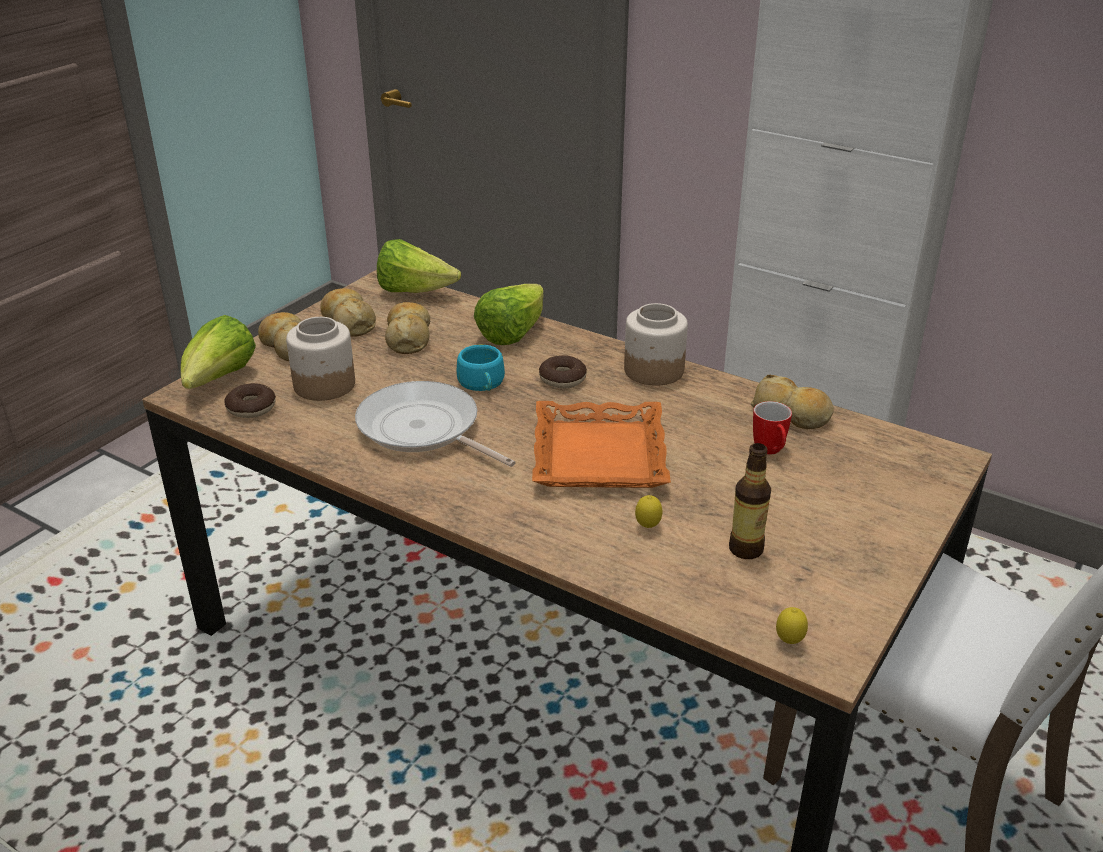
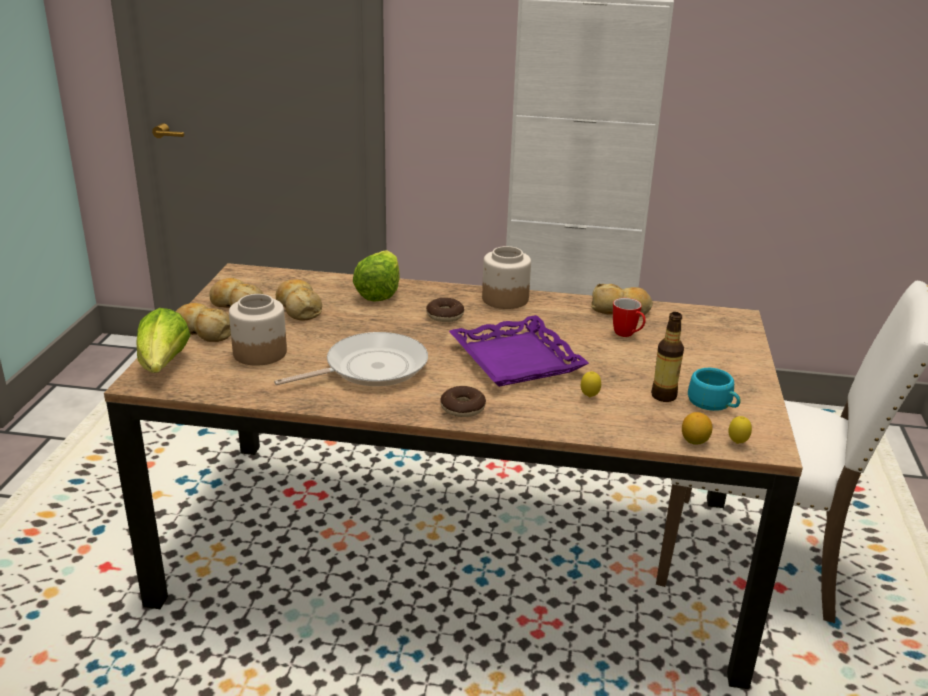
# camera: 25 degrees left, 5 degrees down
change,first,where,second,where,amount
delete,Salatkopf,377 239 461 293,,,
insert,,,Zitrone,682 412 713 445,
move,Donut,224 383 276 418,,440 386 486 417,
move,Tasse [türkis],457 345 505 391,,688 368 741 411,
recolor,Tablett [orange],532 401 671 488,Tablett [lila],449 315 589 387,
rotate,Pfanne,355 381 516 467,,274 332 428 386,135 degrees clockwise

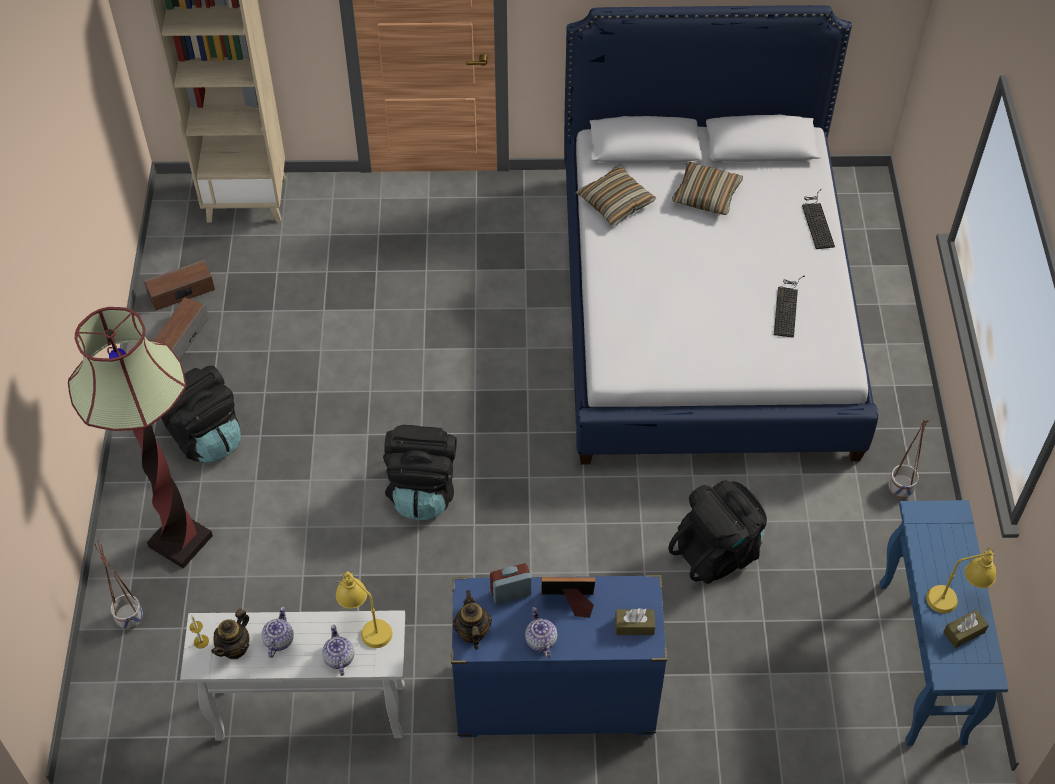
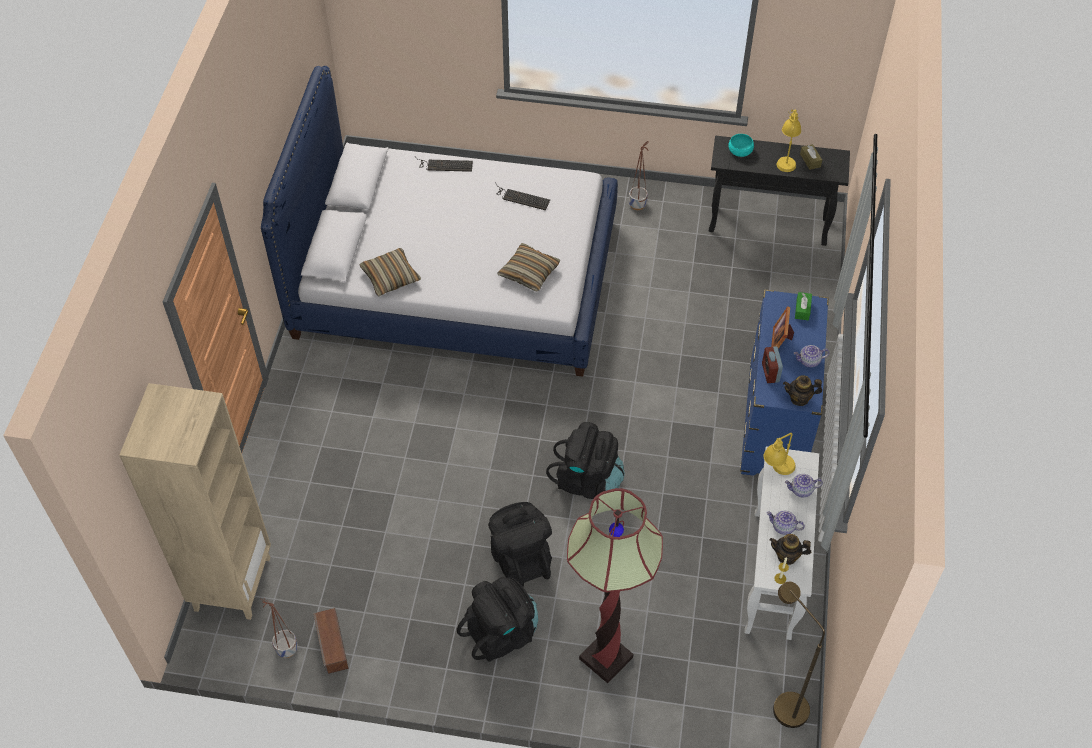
# camera: 80 degrees left, 0 degrees up
change,first,where,second,where,amount
delete,Lautsprecher,153 297 209 360,,,
insert,,,Schüssel [türkis],728 134 754 157,
insert,,,Stehlampe [braun],773 582 825 728,
move,Pflanzkübel,94 540 143 629,,261 599 298 658,
move,Rucksack [schwarz],668 480 767 584,,488 502 552 587,
move,Kissen,672 162 743 215,,497 243 561 291,
recolor,Taschentuchbox [braun],615 608 655 635,Taschentuchbox [grün],795 292 812 320,
recolor,Konsolentisch [blau],880 500 1009 746,Konsolentisch [schwarz],709 136 850 246,
rotate,Teekanne,211 609 249 659,,769 534 811 565,150 degrees clockwise

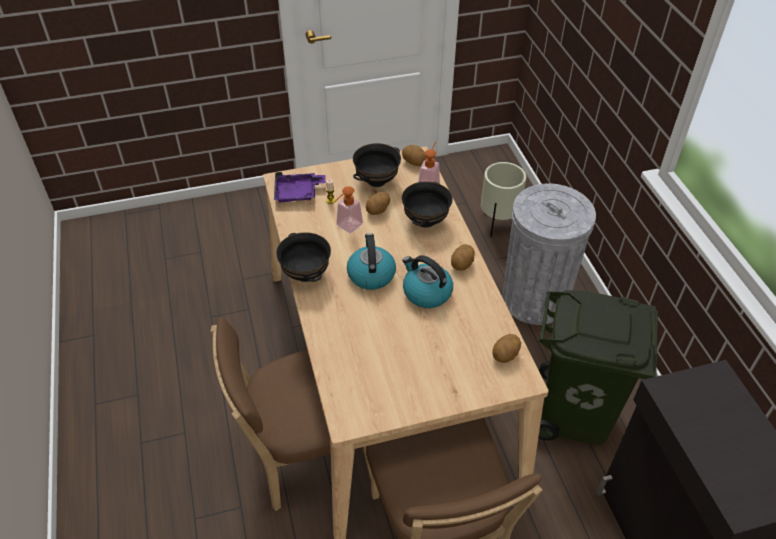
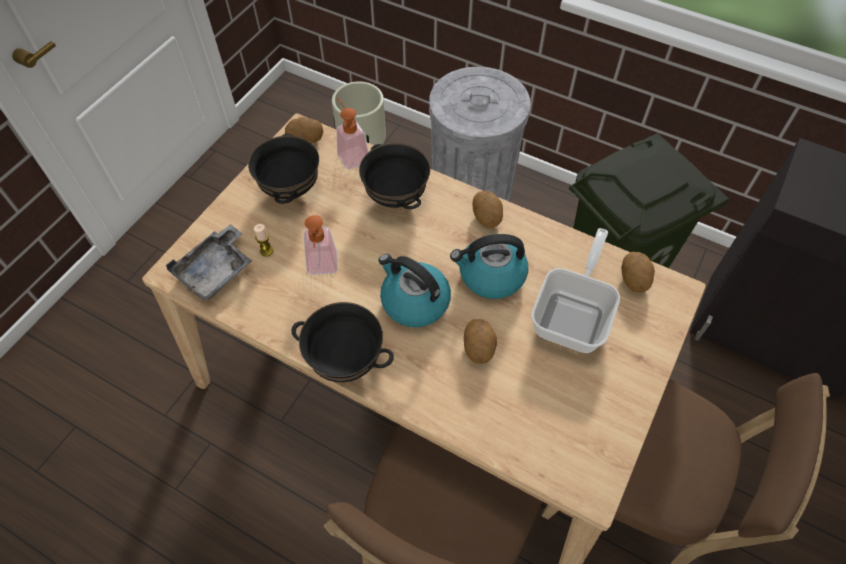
# camera: 45 degrees left, 10 degrees up
change,first,where,second,where,amount
insert,,,Pfanne,531 228 620 353,
move,Kartoffel,366 192 390 215,,464 319 497 364,
recolor,Tablett [lila],274 172 326 203,Tablett [grau],166 224 252 302,

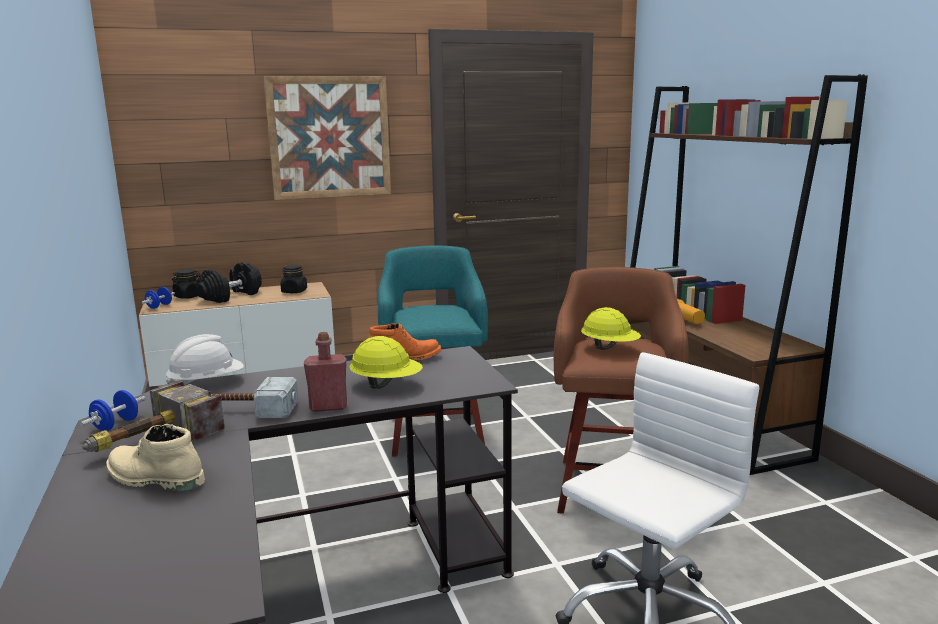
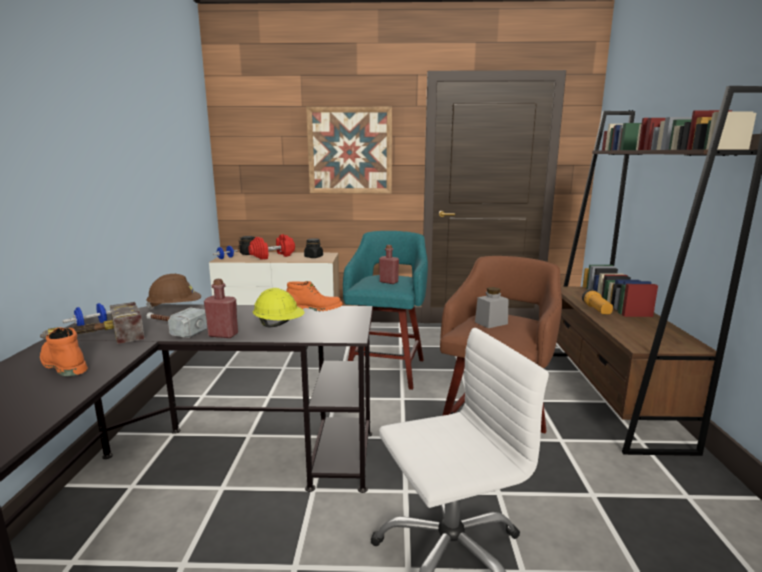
# camera: 20 degrees right, 0 degrees up
change,first,where,second,where,amount
insert,,,Flasche [rot],379 245 399 284,
replace,Schutzhelm [gelb],581 307 641 350,Vorratsglas [grau],475 287 509 328,
recolor,Stiefel [beige],107 424 205 491,Stiefel [orange],40 328 88 377,
recolor,Schutzhelm [weiß],166 334 244 385,Schutzhelm [braun],146 274 201 309,
recolor,Hantel [schwarz],196 262 262 303,Hantel [rot],248 234 295 260,

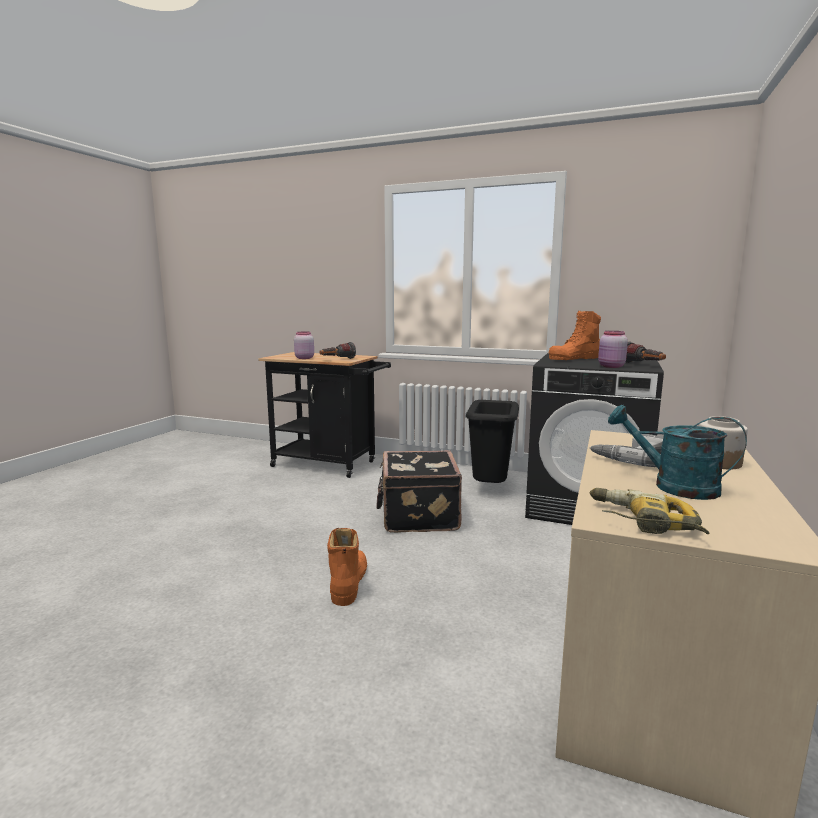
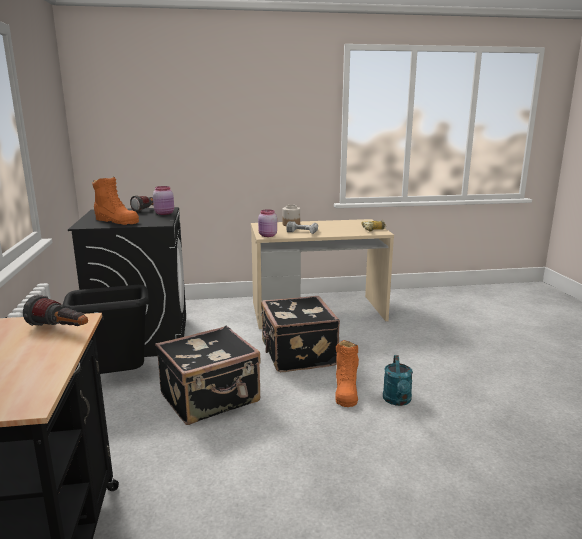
# camera: 120 degrees left, 5 degrees up
change,first,where,second,where,amount
insert,,,Koffer [schwarz],260 296 340 372,
move,Vorratsglas [rosa],294 332 314 359,,258 209 277 237,
move,Gießkanne [türkis],608 405 747 500,,383 355 413 406,
rotate,Stiefel [orange],327 528 367 606,,335 340 359 407,60 degrees counterclockwise

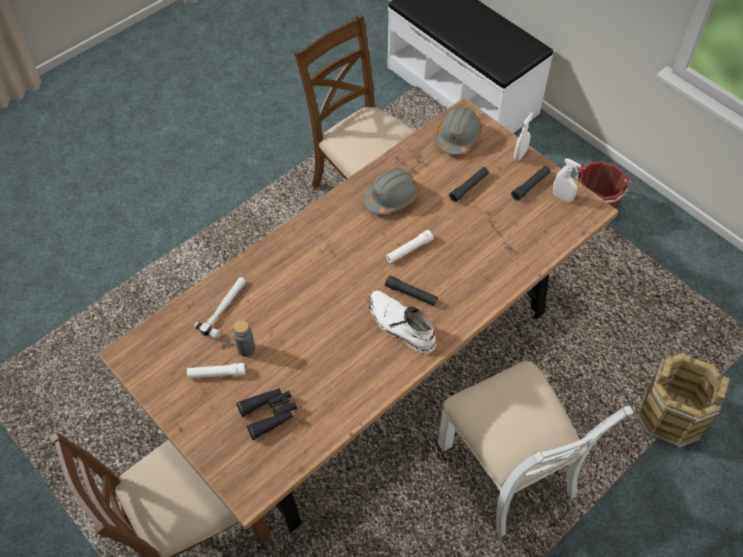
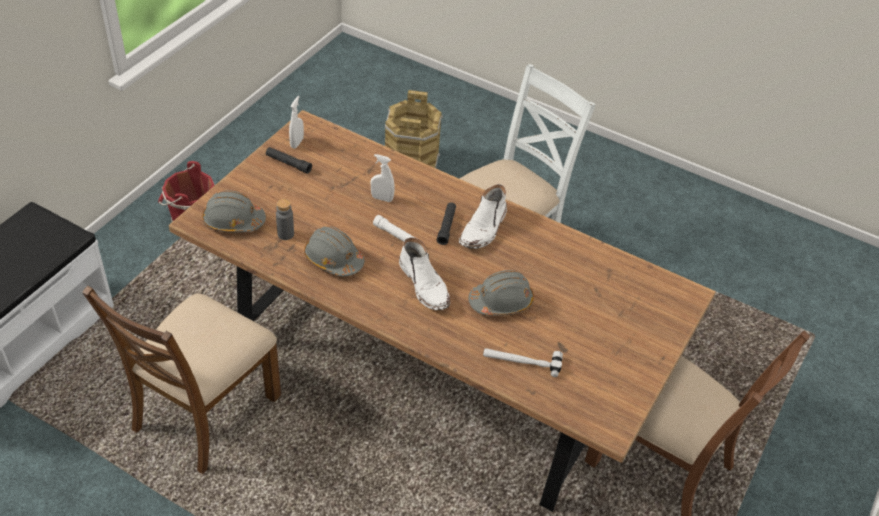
# camera: 110 degrees left, 10 degrees down
change,first,where,second,where,amount
delete,Taschenlampe [weiß],187 363 245 378,,,
delete,Fernglas [schwarz],236 388 297 440,,,
delete,Taschenlampe [schwarz],449 167 489 202,,,
insert,,,Stiefel [weiß],399 237 450 310,
insert,,,Schutzhelm [grau],468 270 534 316,
move,Flasche [grau],234 320 255 357,,276 199 294 240,
move,Sprühflasche [weiß],514 112 533 161,,371 154 395 202,

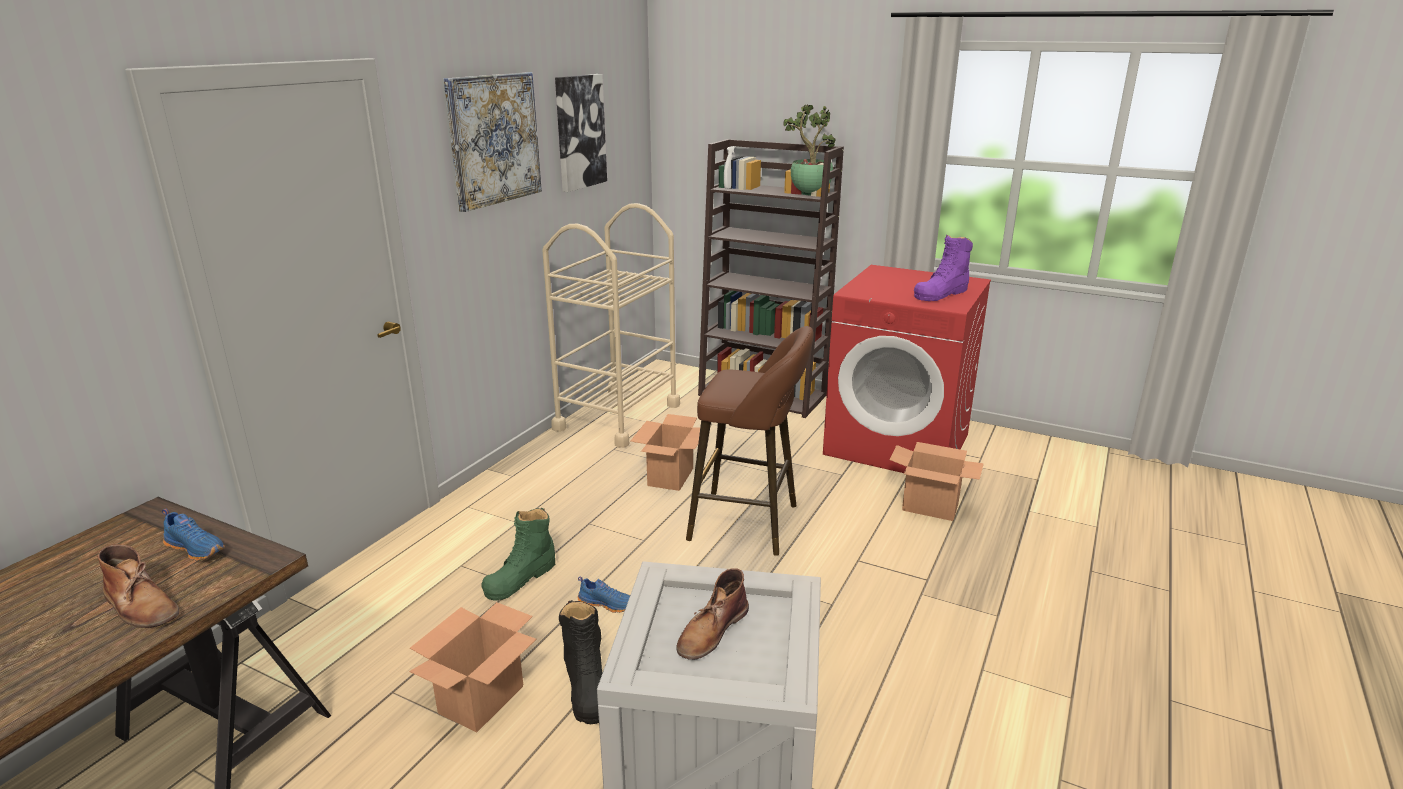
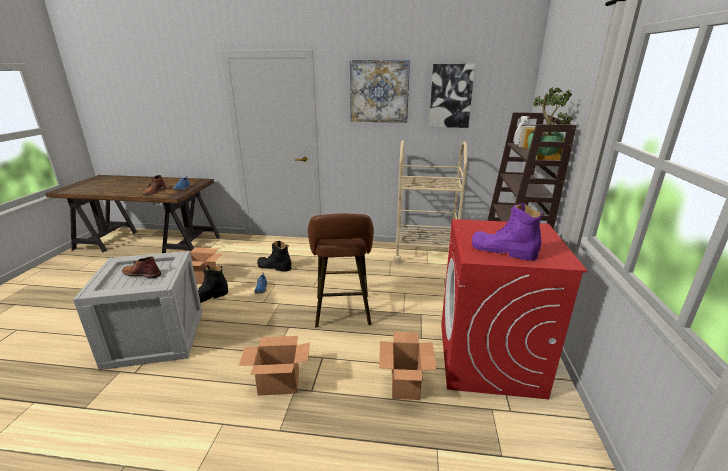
# camera: 70 degrees right, 0 degrees up
change,first,where,second,where,amount
move,Karton,631 414 700 491,,239 336 310 395,
recolor,Stiefel [grün],482 508 555 601,Stiefel [schwarz],257 241 291 272,

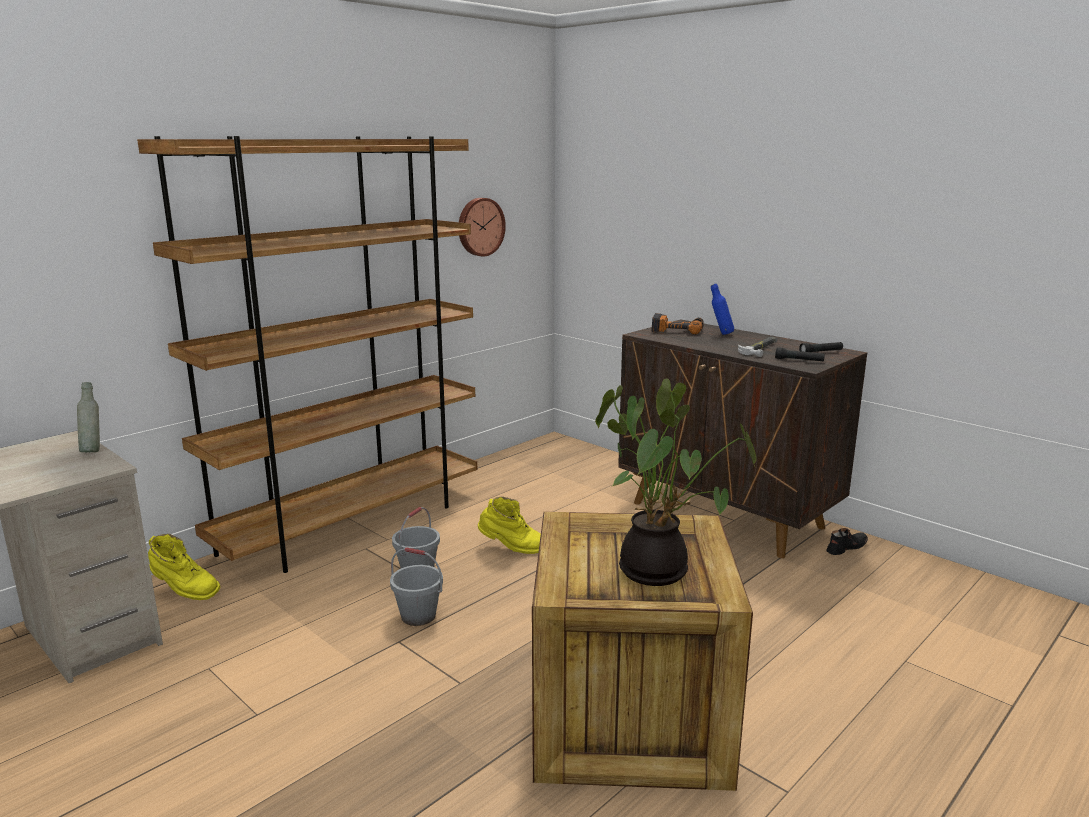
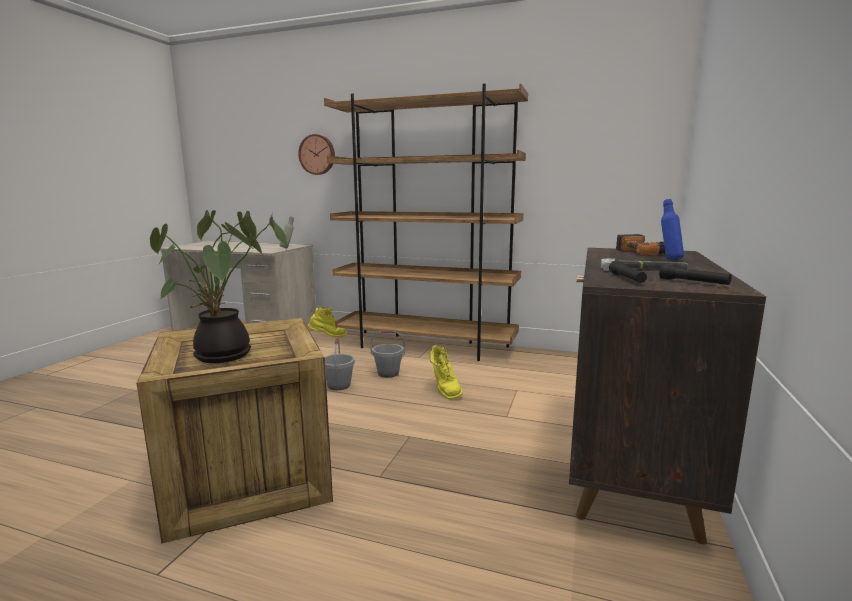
# camera: 65 degrees right, 5 degrees down
change,first,where,second,where,amount
delete,Schuh [schwarz],826 528 868 555,,,
move,Wanduhr,459 198 506 256,,298 134 335 175,
rotate,Stiefel [gelb],148 534 220 600,,308 307 347 337,105 degrees counterclockwise

